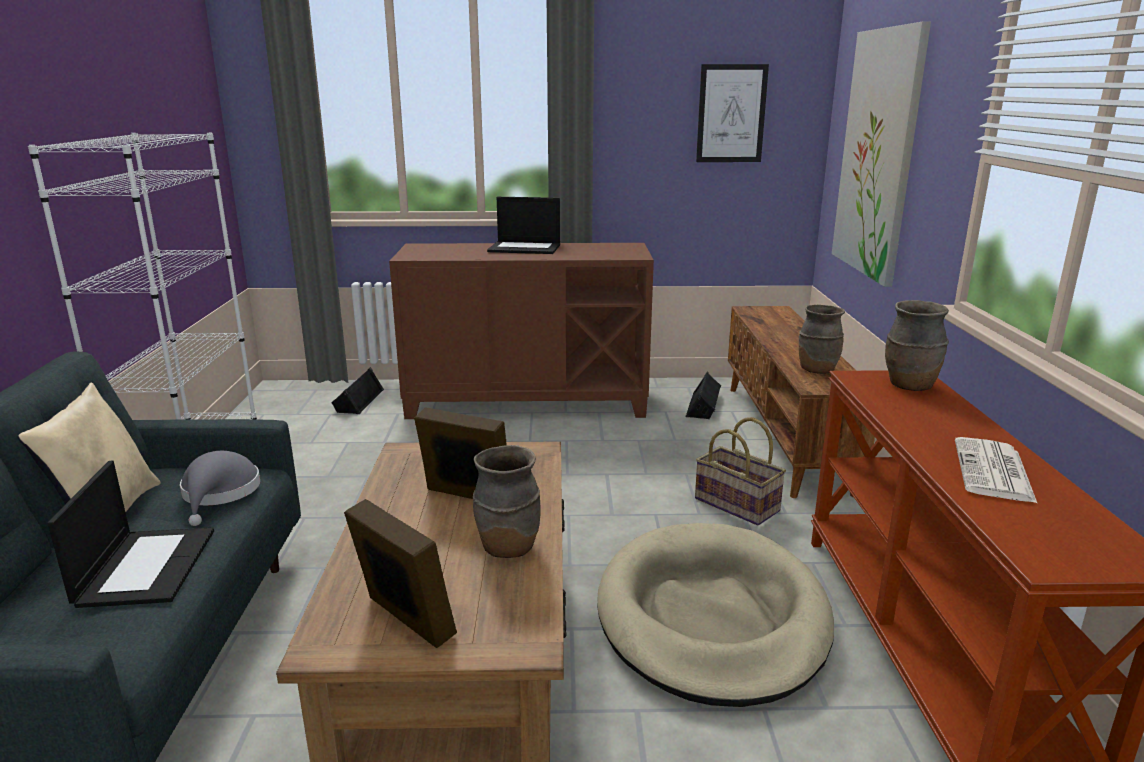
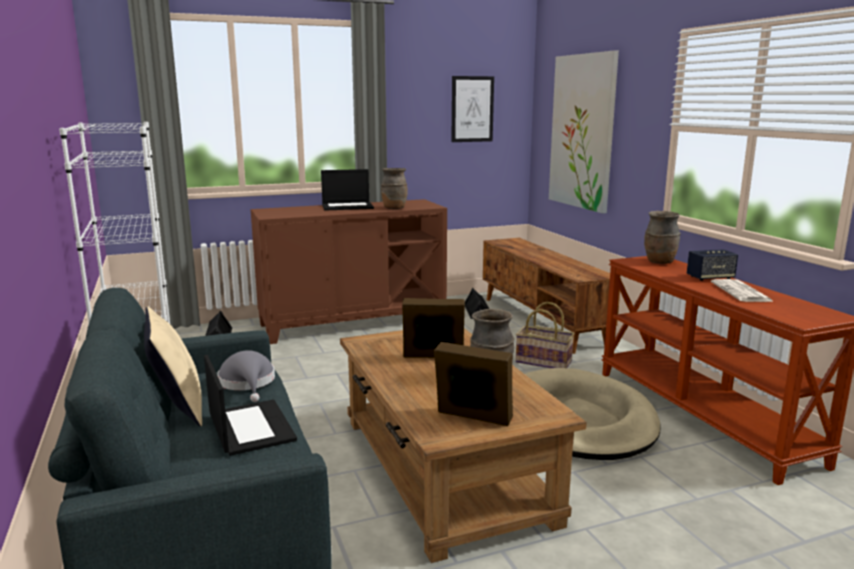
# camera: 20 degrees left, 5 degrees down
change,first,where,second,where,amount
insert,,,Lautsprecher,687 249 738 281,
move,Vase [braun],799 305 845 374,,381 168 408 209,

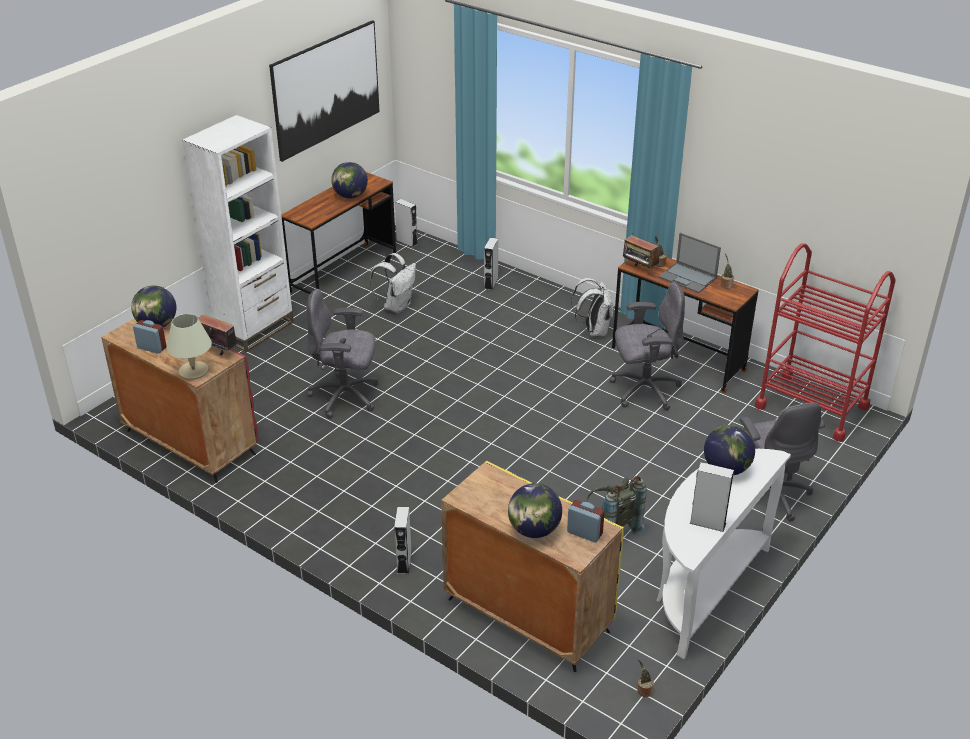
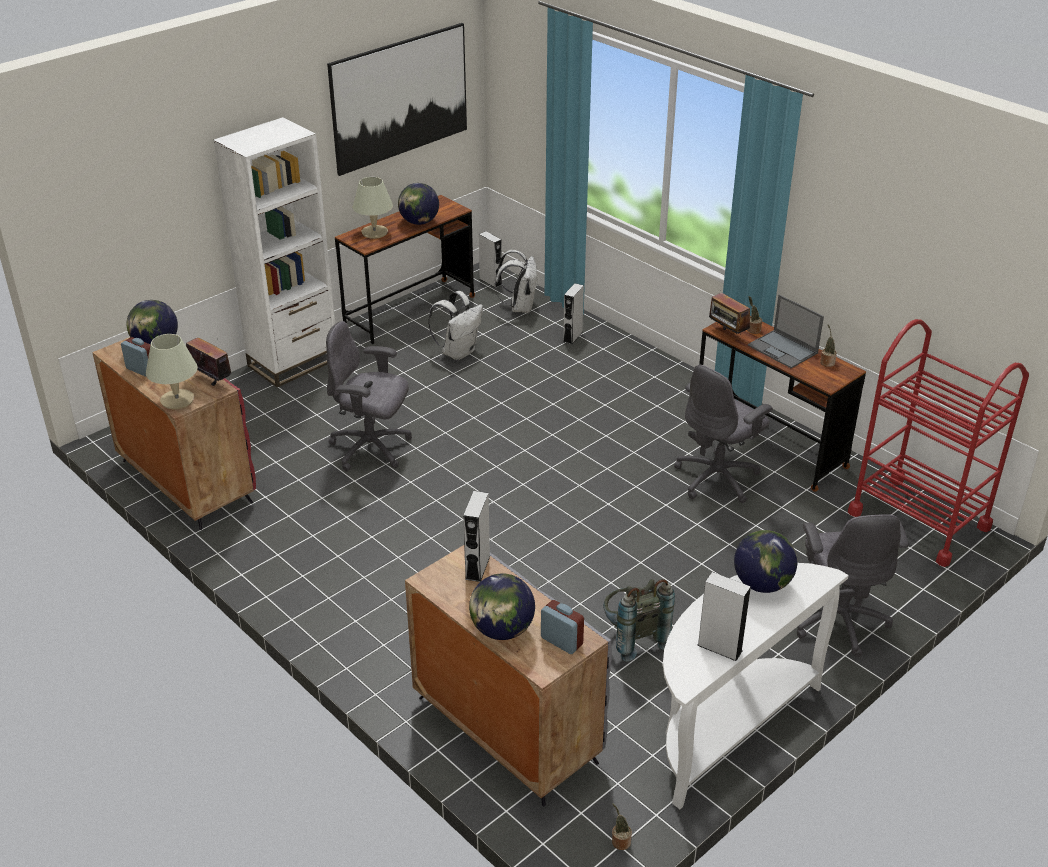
# camera: 10 degrees right, 0 degrees up
change,first,where,second,where,amount
insert,,,Tischlampe [beige],353 177 393 239,
move,Lautsprecher [grau],394 507 412 574,,463 491 490 582,
move,Rucksack [weiß],571 278 613 336,,495 250 538 313,
recolor,Schrank [gelb],441 461 624 672,Schrank [grau],405 545 612 806,
rotate,Bürostuhl [grau],610 282 685 411,,674 365 773 503,135 degrees clockwise

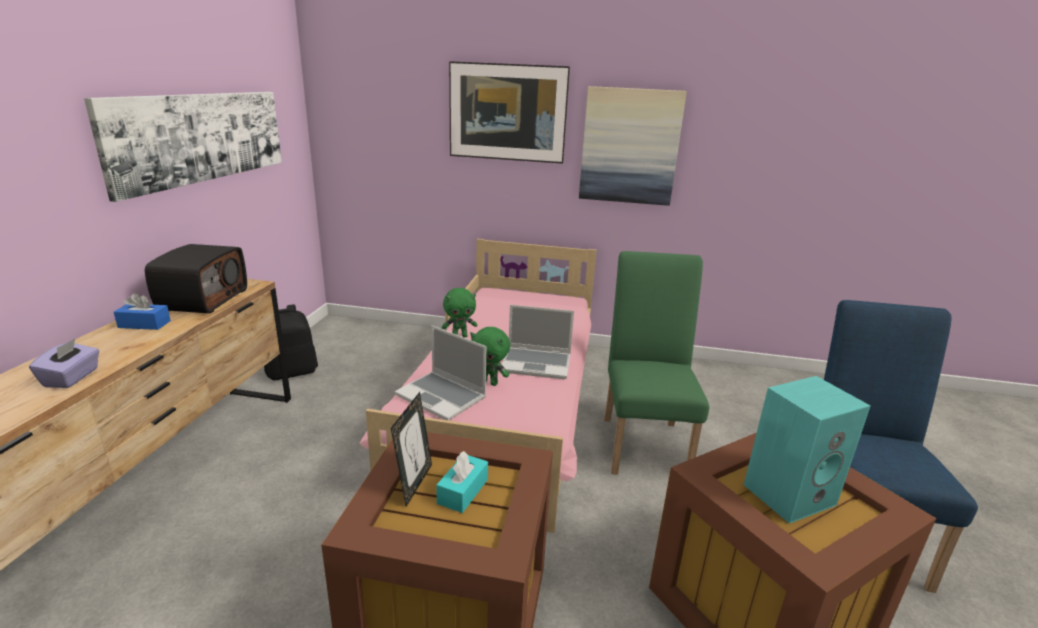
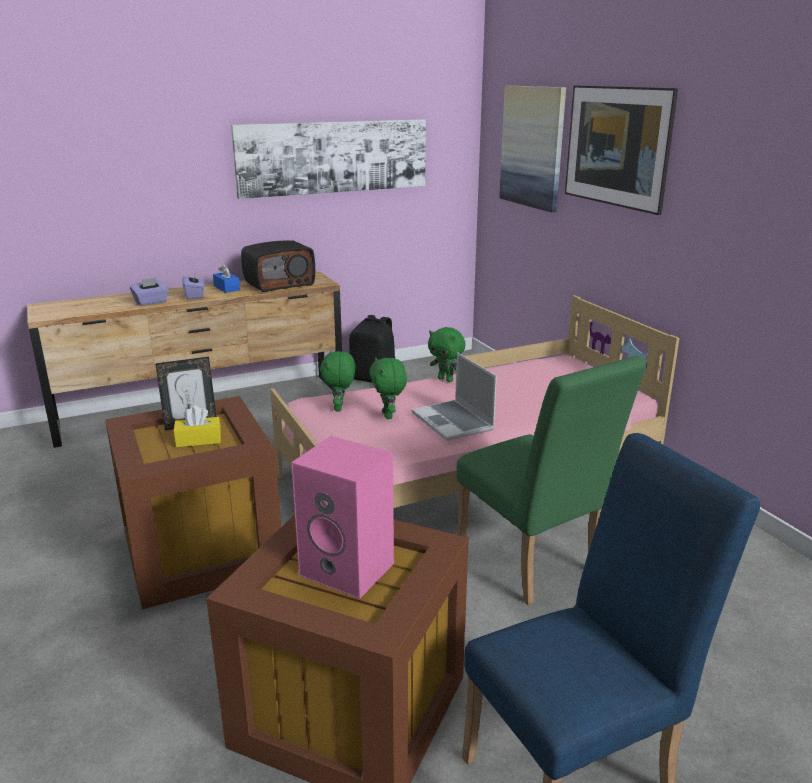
# camera: 55 degrees right, 0 degrees up
change,first,where,second,where,amount
insert,,,Taschentuchbox [lila],182 271 205 300,
move,Bild,579 86 687 206,,499 86 566 212,
replace,Laptop,394 325 487 421,Plüschtier [grün],320 350 355 411,
recolor,Taschentuchbox [türkis],436 451 488 513,Taschentuchbox [gelb],173 406 221 447,
recolor,Lautsprecher [türkis],744 376 870 524,Lautsprecher [rosa],291 436 394 599,
rotate,Stuhl [grün],604 251 709 475,,456 356 647 605,90 degrees clockwise

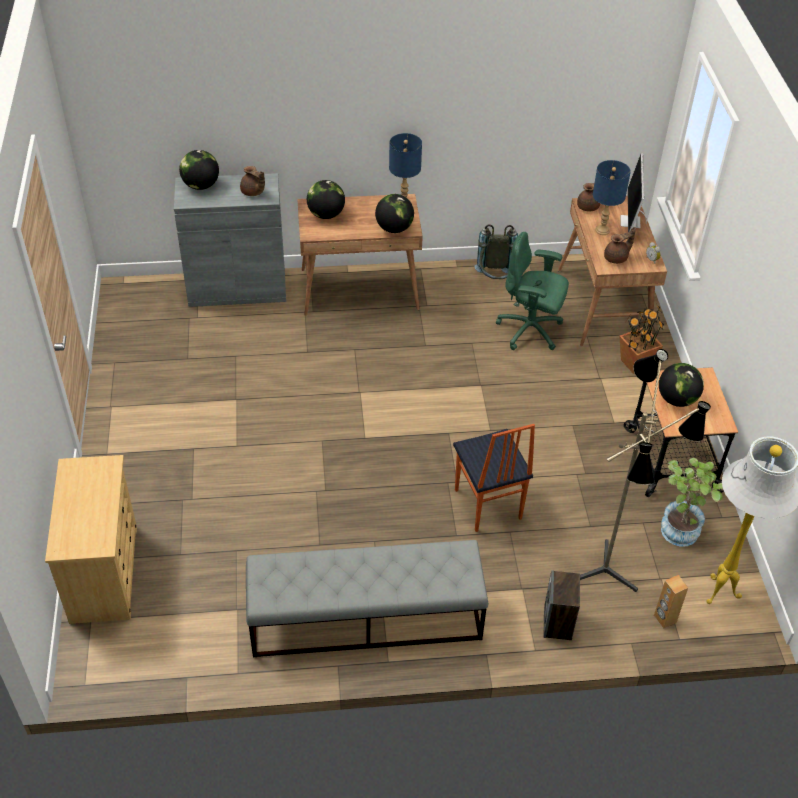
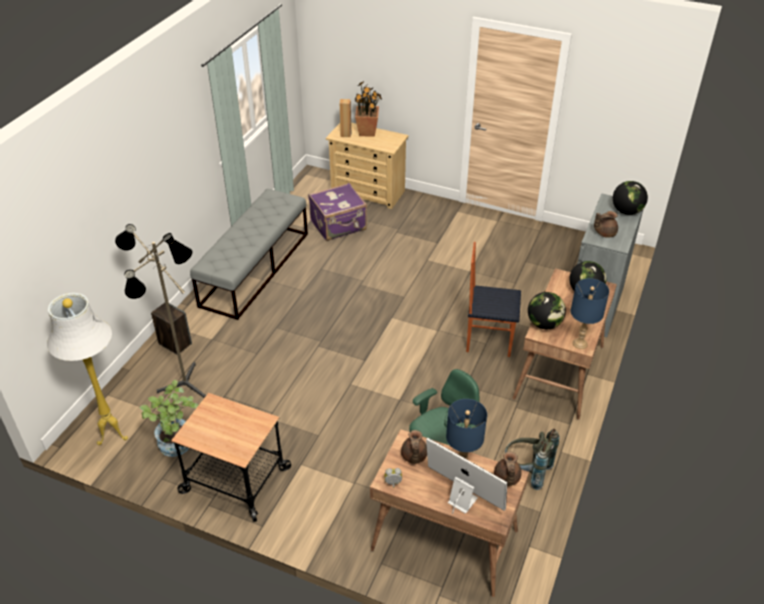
# camera: 120 degrees right, 5 degrees down
change,first,where,second,where,amount
delete,Globus,659 363 704 407,,,
insert,,,Koffer [lila],308 183 367 241,
move,Stuhl,453 424 535 532,,466 242 521 357,
move,Topfpflanze,619 304 664 374,,355 81 382 137,
move,Lautsprecher [braun],654 575 688 629,,340 99 351 137,

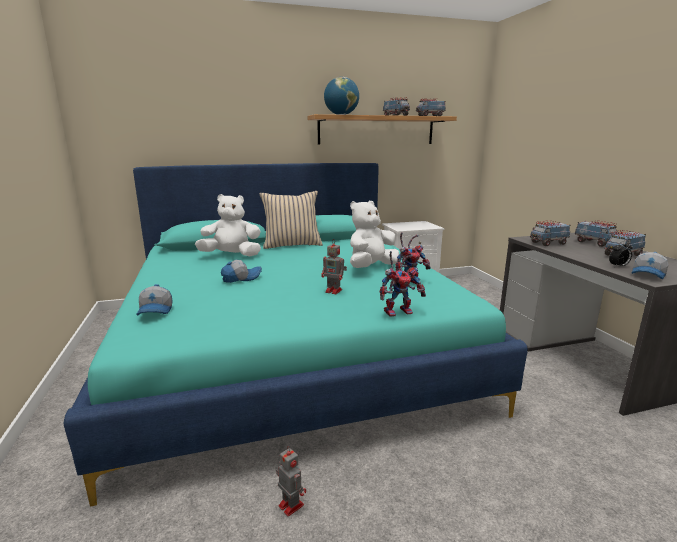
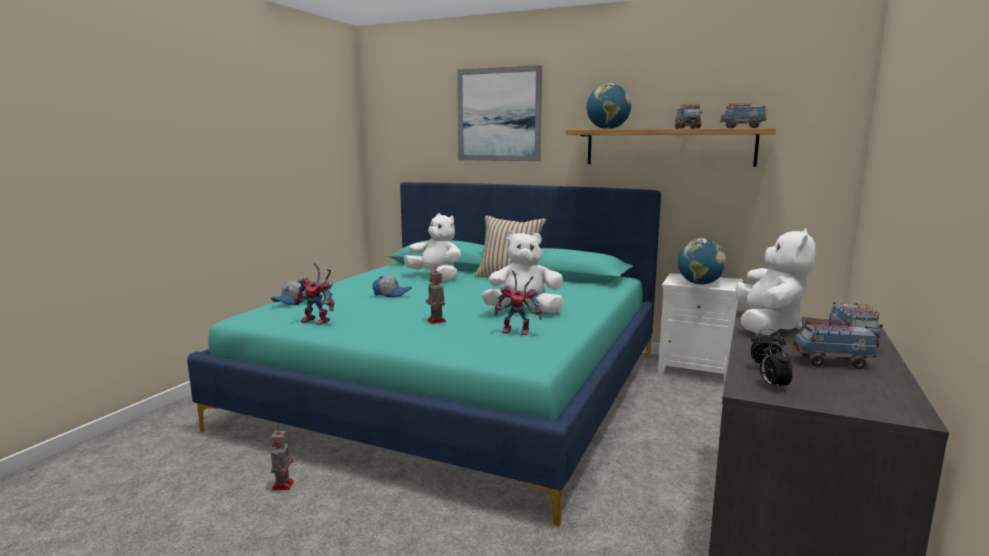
# camera: 40 degrees right, 5 degrees down
change,first,where,second,where,amount
insert,,,Bild,457 65 542 161,
insert,,,Globus,678 238 726 285,
move,Spielzeugroboter,380 251 426 317,,294 263 334 325,
replace,Spielzeuglaster,530 221 570 246,Plüschtier [weiß],736 228 816 335,
replace,Kappe,632 252 669 279,Wecker,760 342 793 390,

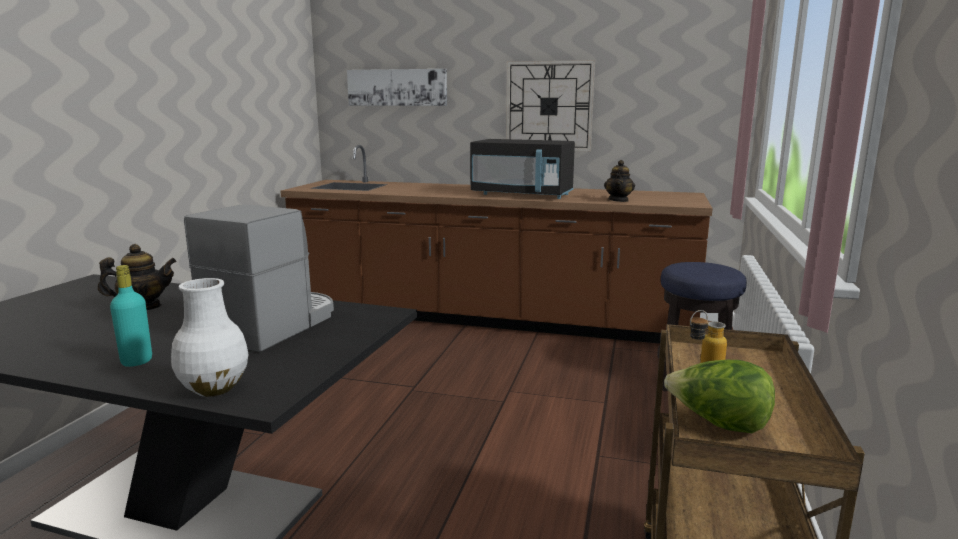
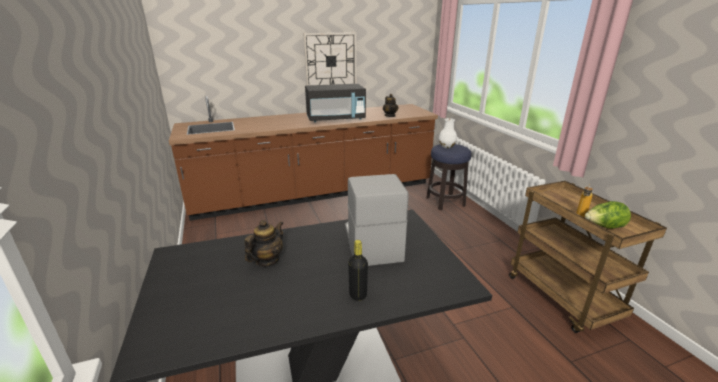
# camera: 35 degrees left, 10 degrees up
change,first,where,second,where,amount
delete,Bild,347 69 447 106,,,
move,Vase [weiß],171 278 249 397,,439 118 457 148,
recolor,Flasche [türkis],110 265 152 367,Flasche [schwarz],348 240 368 301,

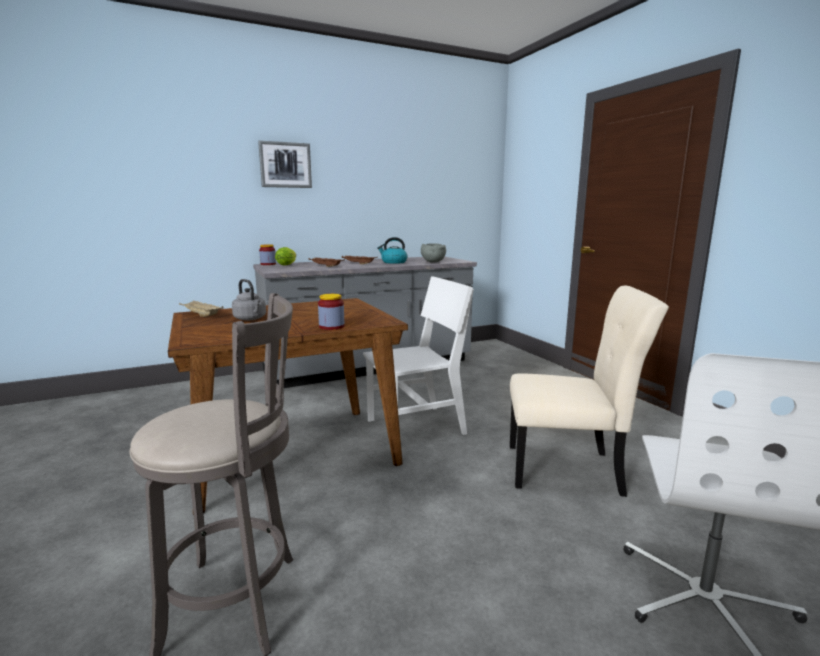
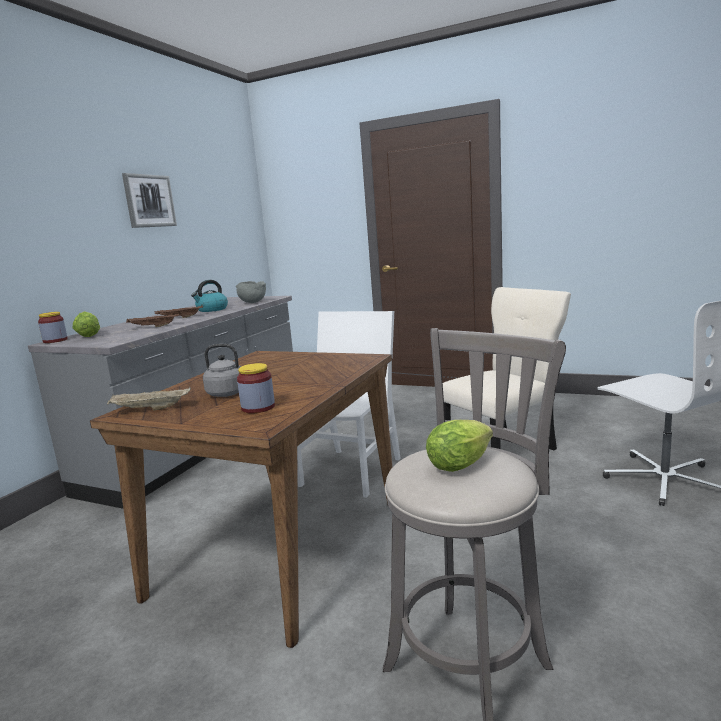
# camera: 40 degrees left, 0 degrees up
change,first,where,second,where,amount
insert,,,Salatkopf,426 420 493 472,
move,Bild,258 140 312 188,,122 173 177 228,
move,Vorratsglas,318 294 344 330,,237 363 275 413,

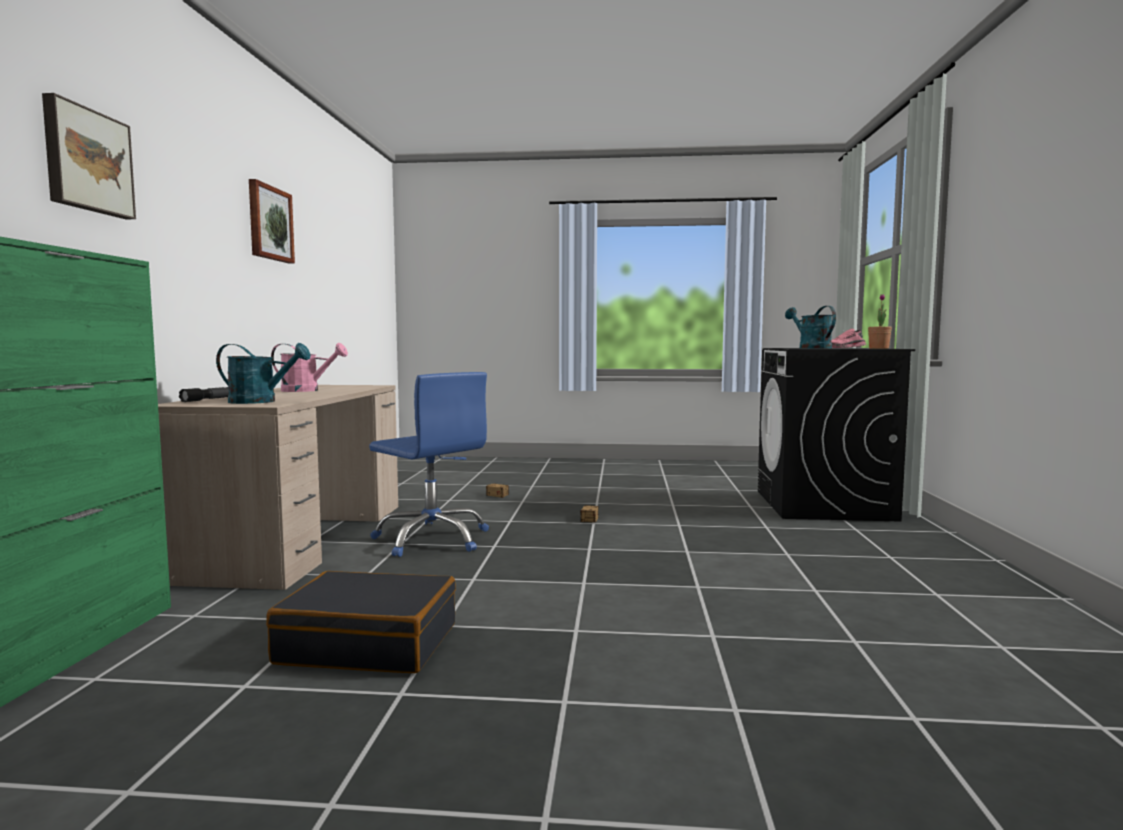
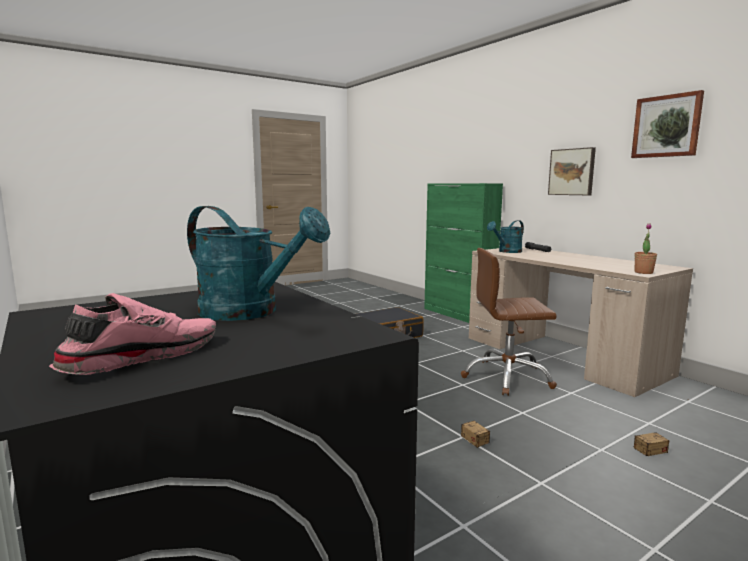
# camera: 140 degrees right, 5 degrees up
change,first,where,second,where,amount
delete,Gießkanne [rosa],271 343 348 392,,,
move,Bild,42 93 136 219,,548 147 596 195,
move,Topfpflanze,868 294 892 349,,635 223 657 274,
recolor,Bürostuhl [blau],369 372 489 557,Bürostuhl [braun],461 248 557 396,

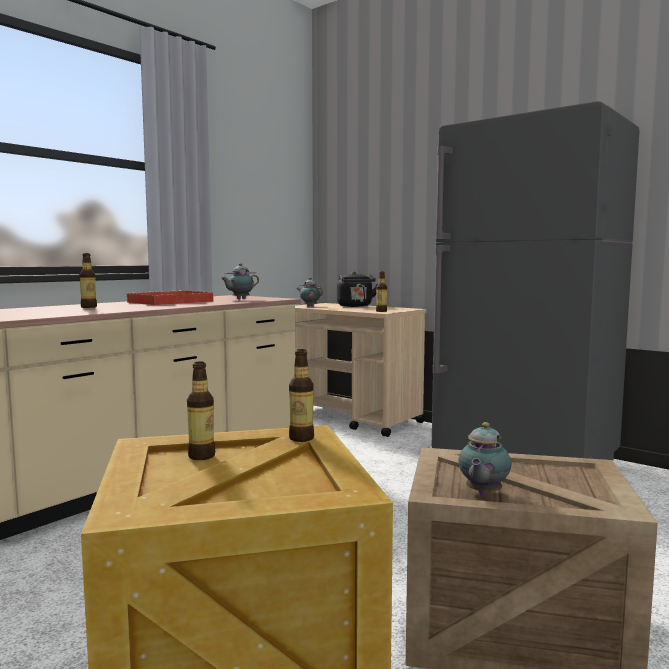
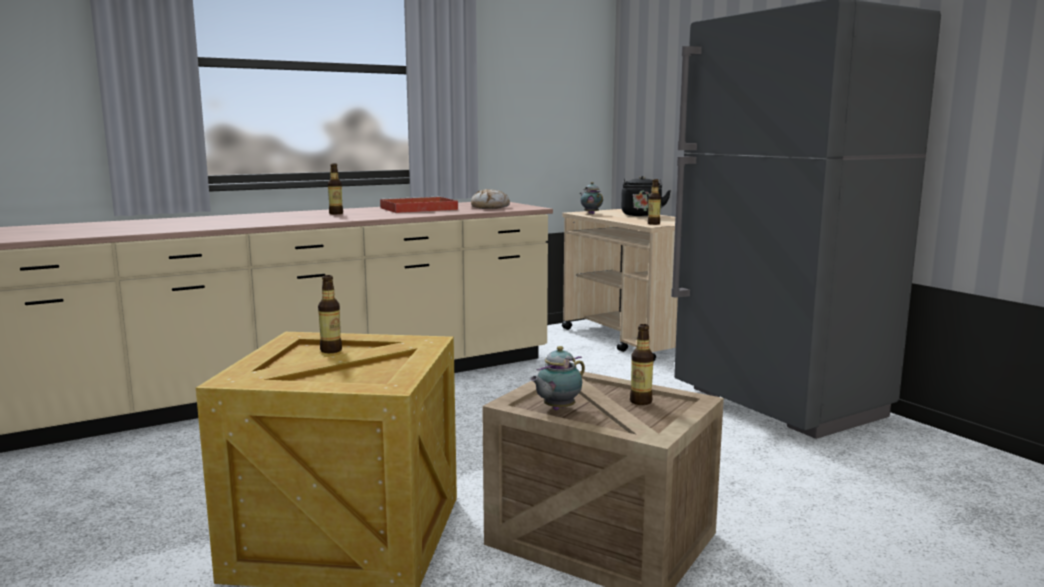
# camera: 20 degrees right, 5 degrees up
change,first,where,second,where,amount
move,Flasche,289 349 314 442,,630 324 654 405,
replace,Teekanne,221 263 259 299,Brot,471 189 510 209,

